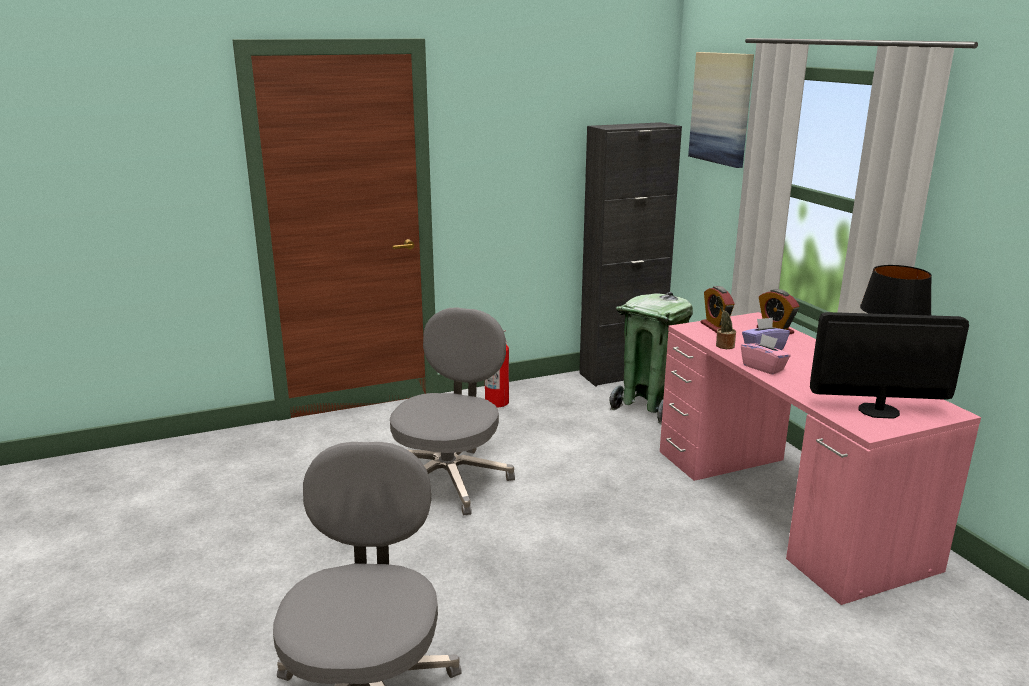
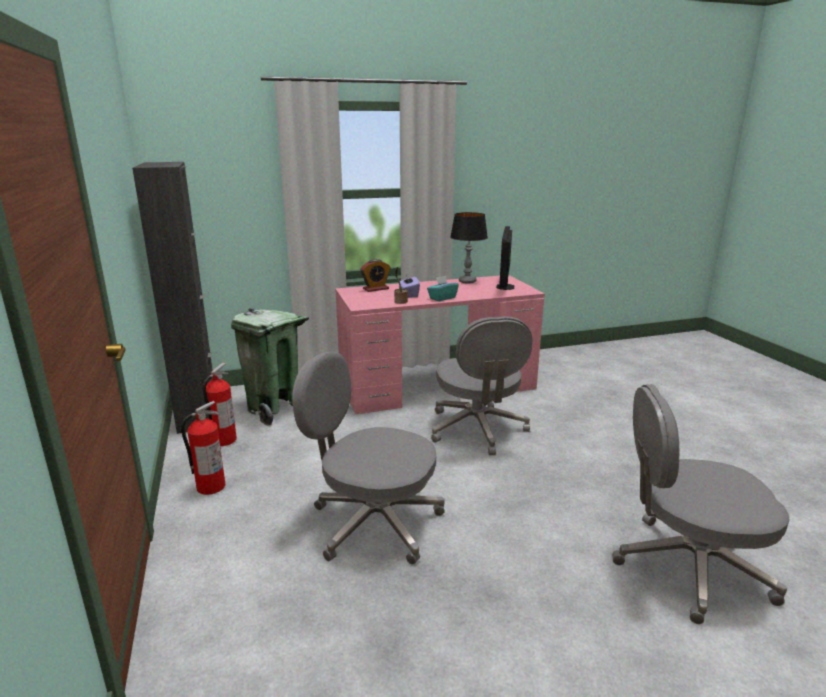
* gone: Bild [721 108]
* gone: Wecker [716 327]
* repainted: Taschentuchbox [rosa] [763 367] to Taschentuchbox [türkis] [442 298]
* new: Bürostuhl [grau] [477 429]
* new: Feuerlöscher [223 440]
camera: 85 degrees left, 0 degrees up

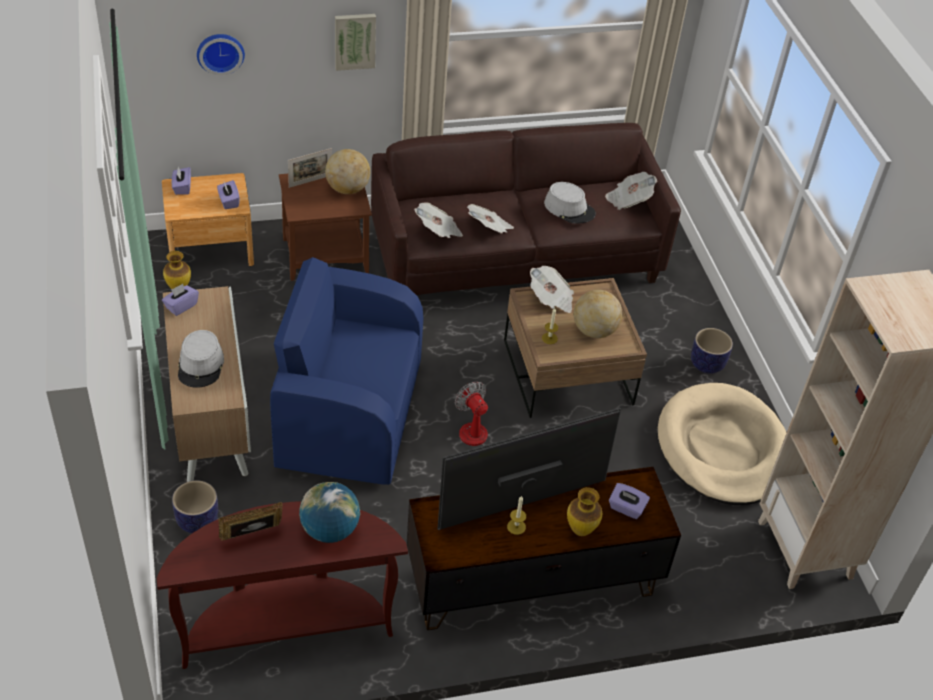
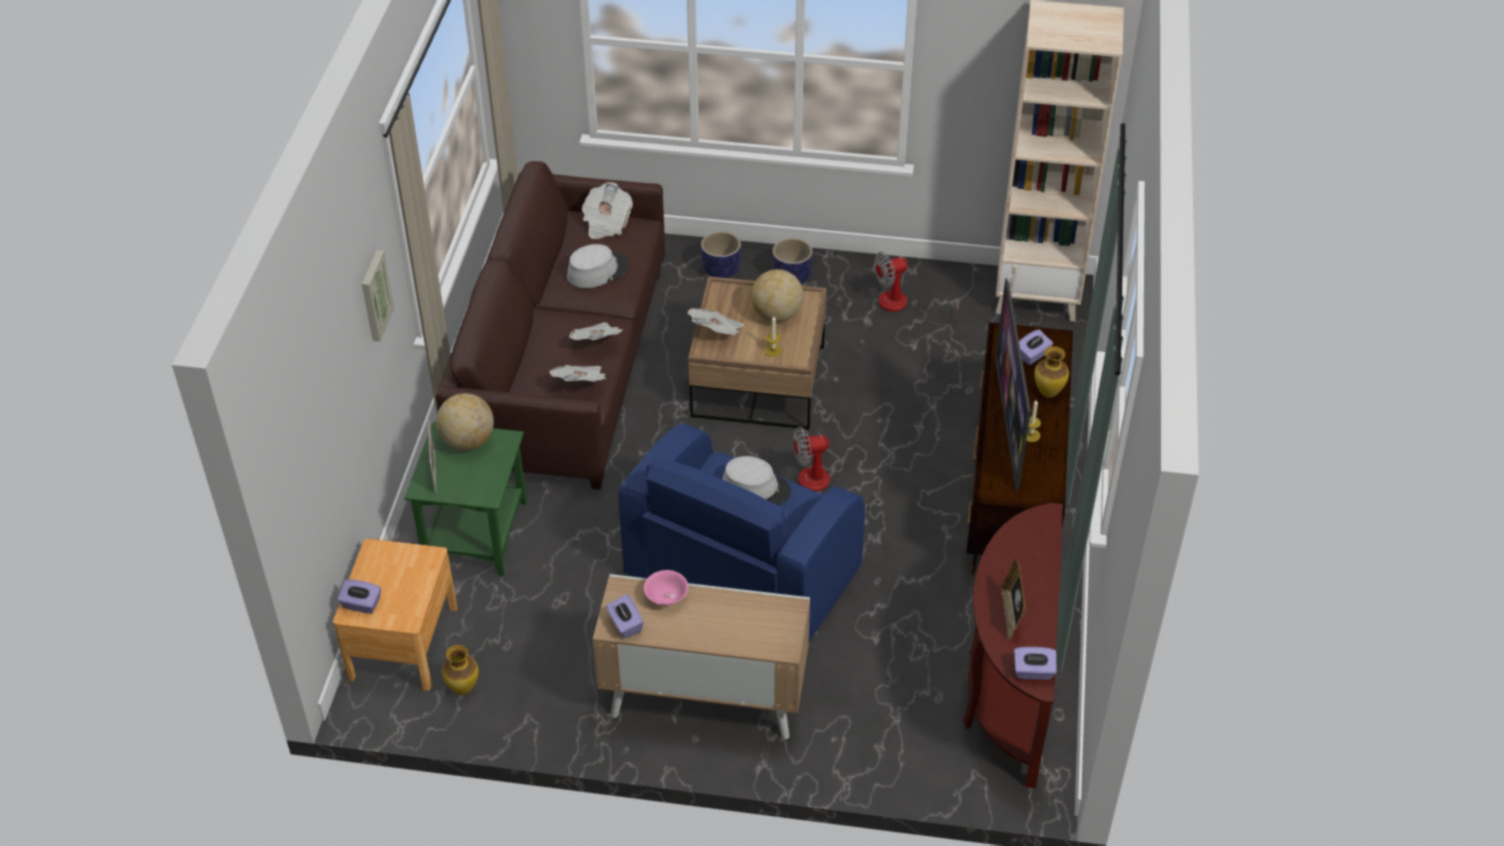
* gone: Wanduhr [220 52]
* repainted: Beistelltisch [braun] [325 254] to Beistelltisch [grün] [474 533]
* shifted: Taschentuchbox [lila] [228 201] to [1033 672]
* shifted: Hut [grau] [201 365] to [756 488]
* swapped: Hundebett [beige] [722 448] to Ventilator [903 305]
* shifted: Pflanzkübel [197 521] to [720 271]
* gone: Globus [330 530]
* new: Schüssel [rosa] [666 597]
camera: 65 degrees left, 0 degrees up

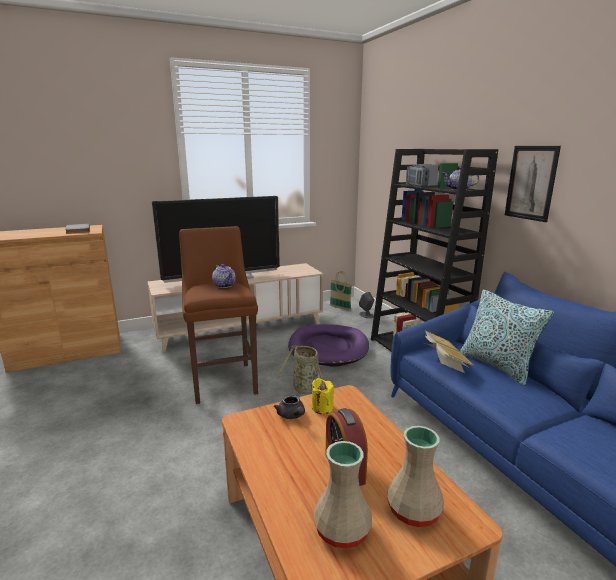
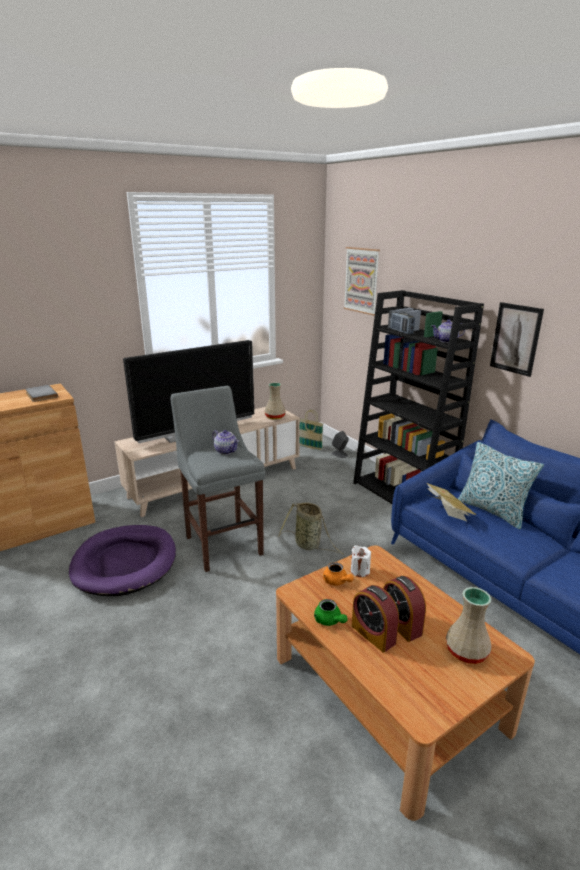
* repainted: Hocker [braun] [224 380] to Hocker [grau] [222 543]
* shifted: Hundebett [lila] [328 348] to [125 563]
* repainted: Kerze [gelb] [322 408] to Kerze [weiß] [360 571]
* repainted: Teekanne [grau] [292 416] to Teekanne [orange] [337 581]
* shifted: Vase [beige] [342 531] to [275 417]
* new: Bild [361 280]
* new: Wecker [373 634]
* new: Teekanne [grün] [329 621]
camera: 10 degrees left, 5 degrees up

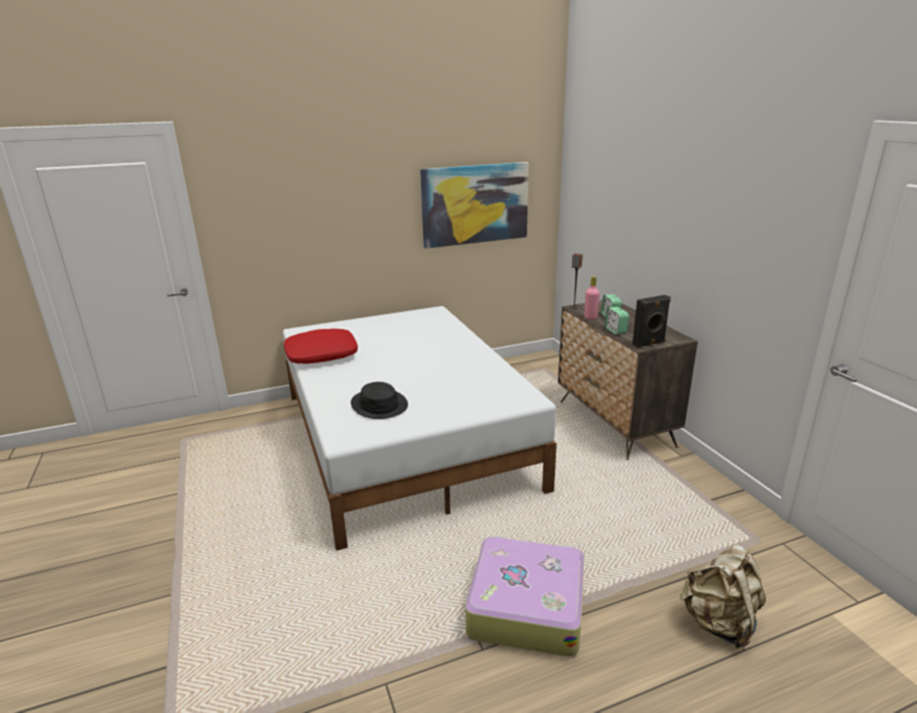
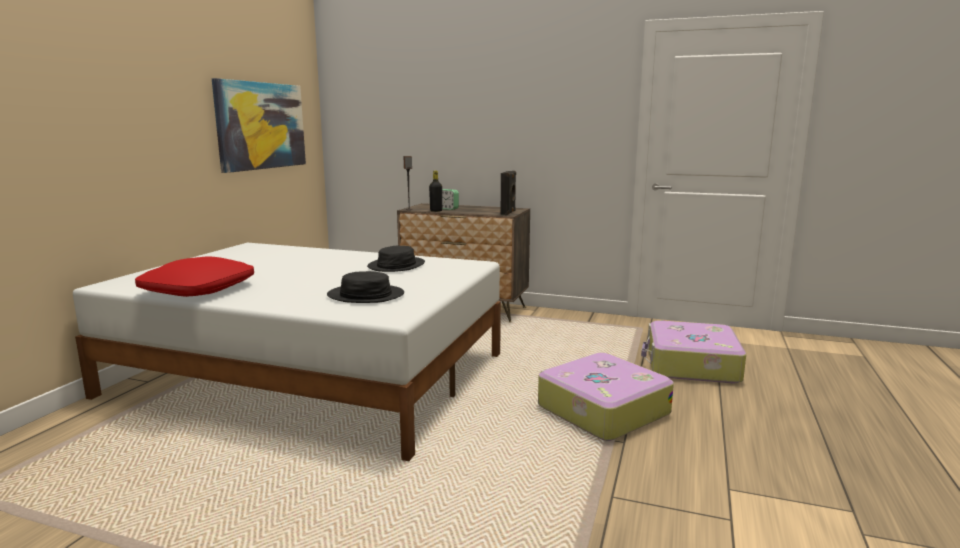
* repainted: Flasche [rosa] [590 318] to Flasche [schwarz] [436 211]
* gone: Wecker [615 331]
* swapped: Rucksack [beige] [719 623] to Koffer [690 365]
* new: Hut [schwarz] [396 265]
camera: 50 degrees left, 10 degrees down

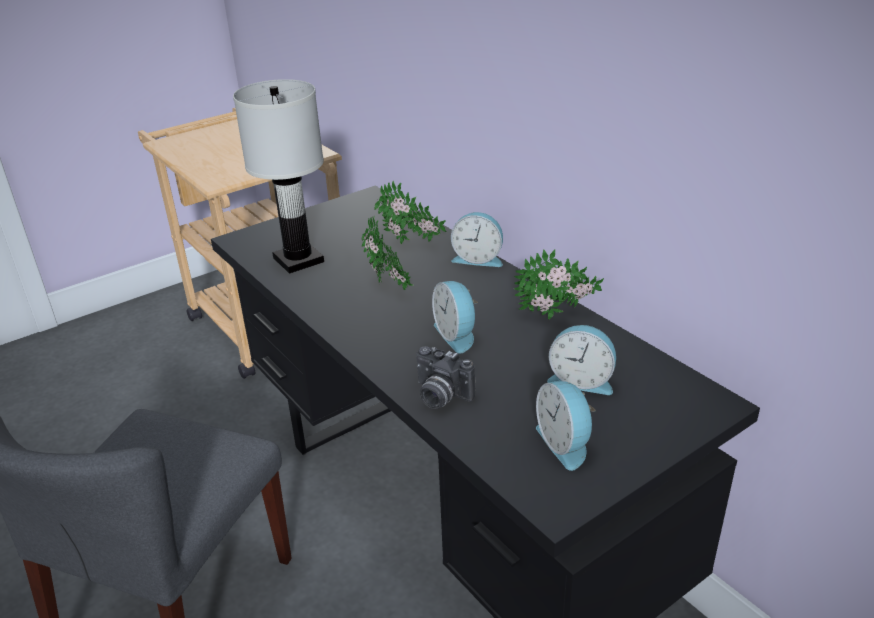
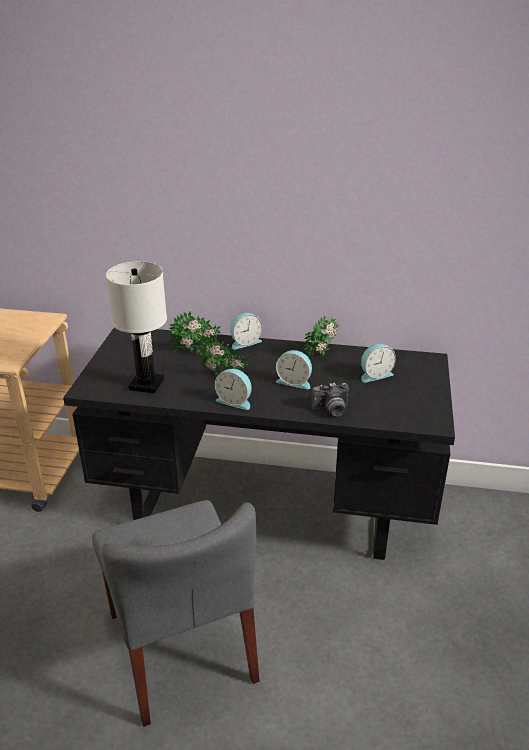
* shifted: Wecker [565 443] to [235 401]
camera: 45 degrees left, 0 degrees up

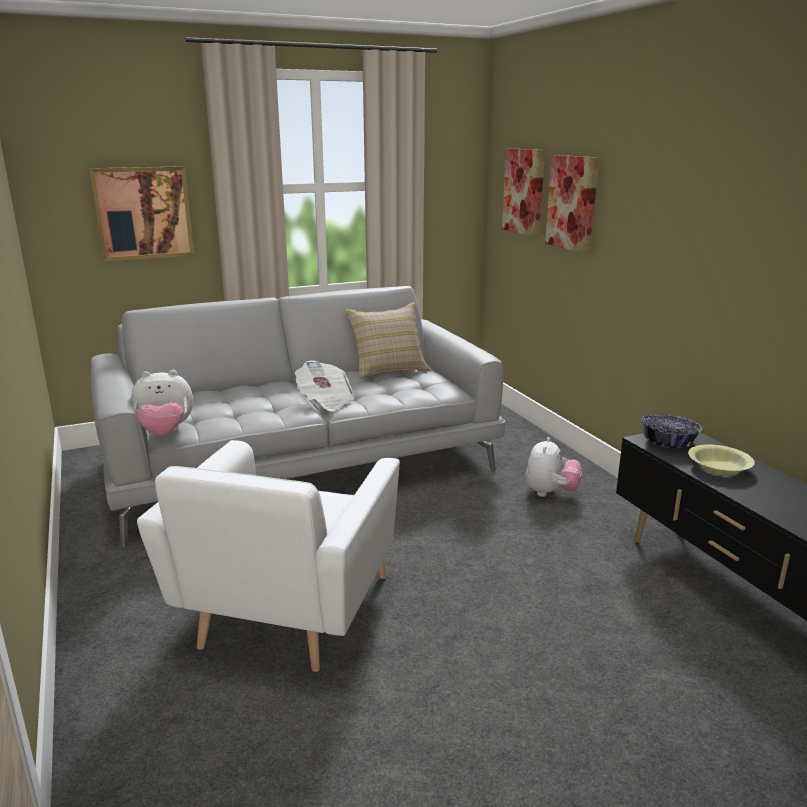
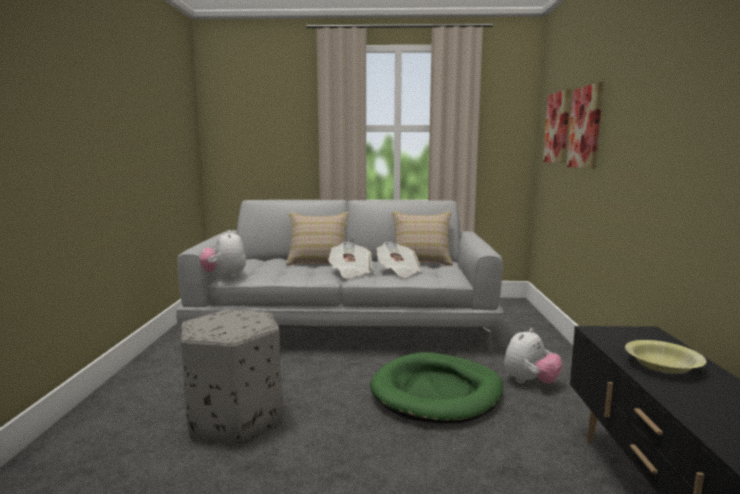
* gone: Bild [143 213]
* rotated: Plüschtier [165 432] = [225 276] 60 degrees clockwise
* gone: Schüssel [669 441]
* swapped: Sessel [weiß] [286 612] to Polsterhocker [grau] [234 418]
* new: Kissen [beige] [318 263]
* new: Zeitung [398 271]
* new: Hundebett [grün] [437 392]
camera: 25 degrees right, 10 degrees down

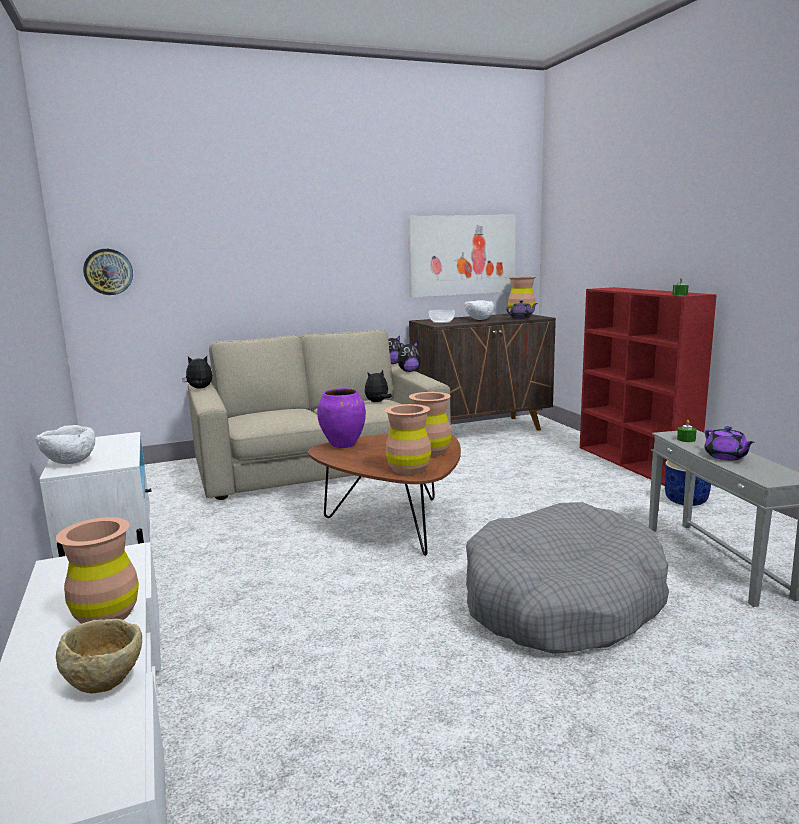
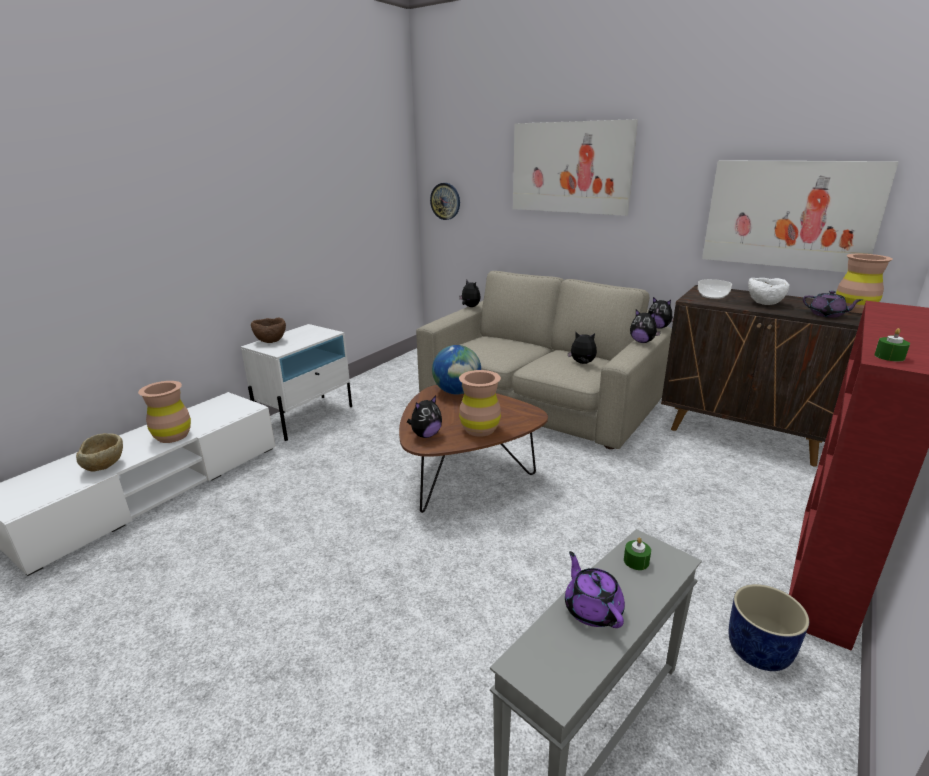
* swapped: Vase [lila] [343 444] to Globus [457 392]
* swapped: Vase [braun] [408 469] to Plüschtier [426 435]
* repainted: Schüssel [weiß] [69 462] to Schüssel [braun] [271 341]
* rotated: Teekanne [lila] [726 457] = [592 609] 120 degrees clockwise
* gone: Hundebett [grau] [561 601]
* new: Bild [570 168]
camera: 55 degrees right, 10 degrees up

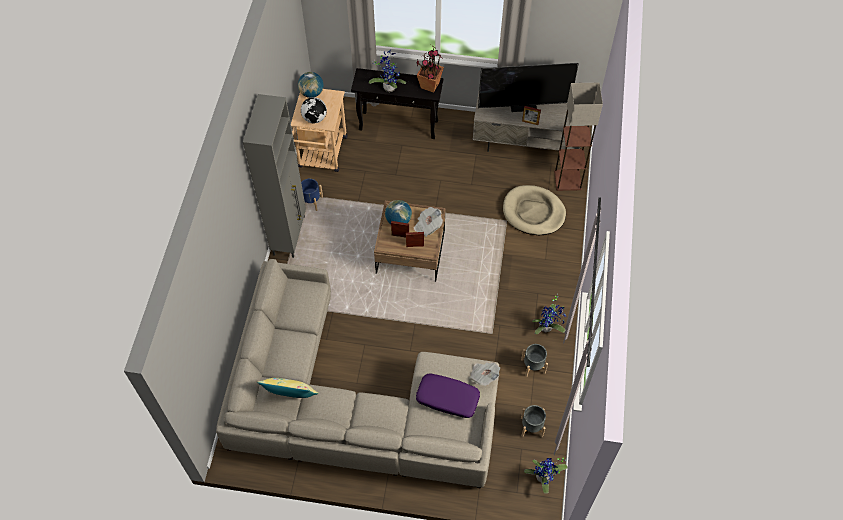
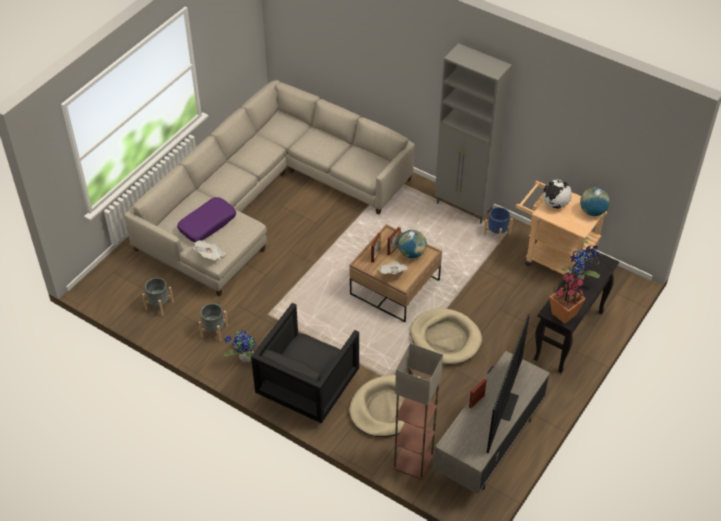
* gone: Kissen [gelb] [291 397]
* gone: Topfpflanze [543 479]
* new: Sessel [schwarz] [308 385]
* new: Hundebett [beige] [445 338]
camera: 115 degrees right, 10 degrees down

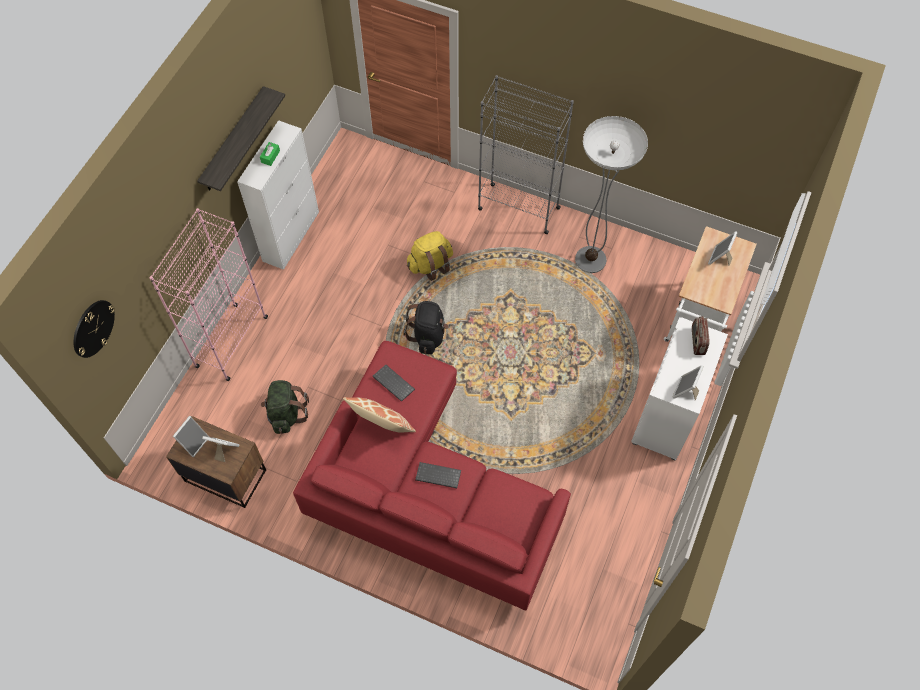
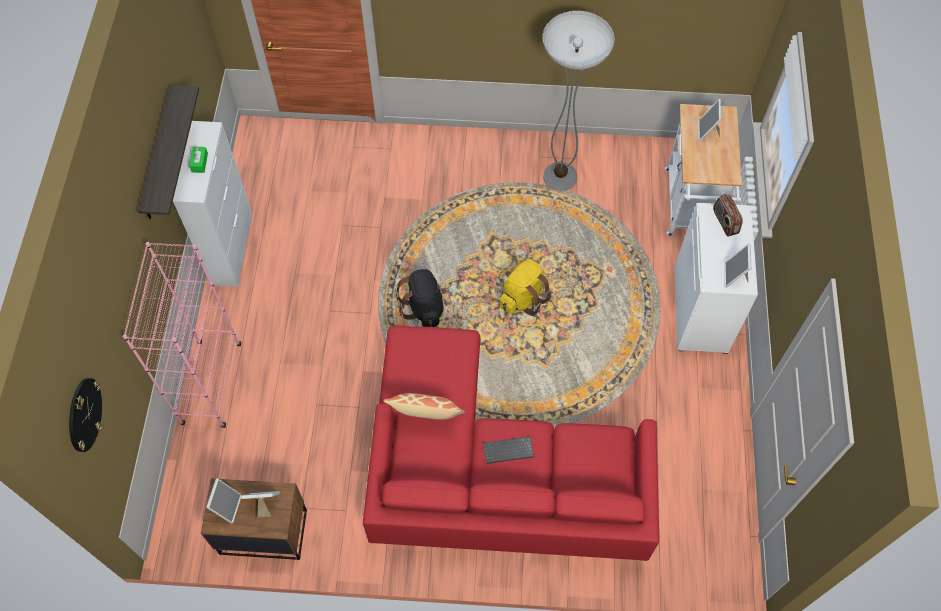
* gone: Bücherregal [grau] [518 208]
* shifted: Rucksack [gelb] [430 265] to [522 298]
* gone: Tastatur [392 383]
* gone: Rucksack [grün] [286 414]
camera: 20 degrees left, 0 degrees up

